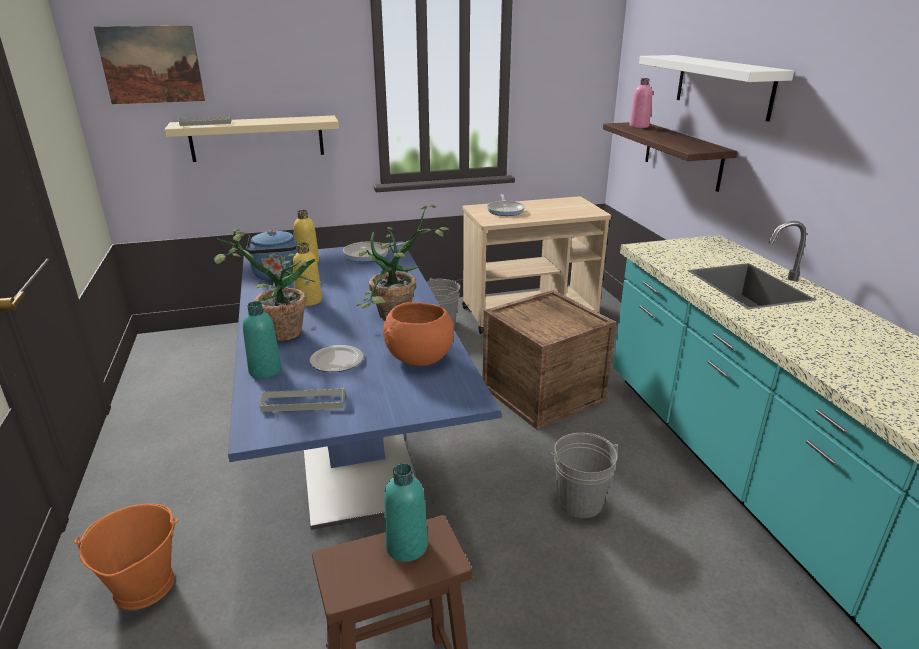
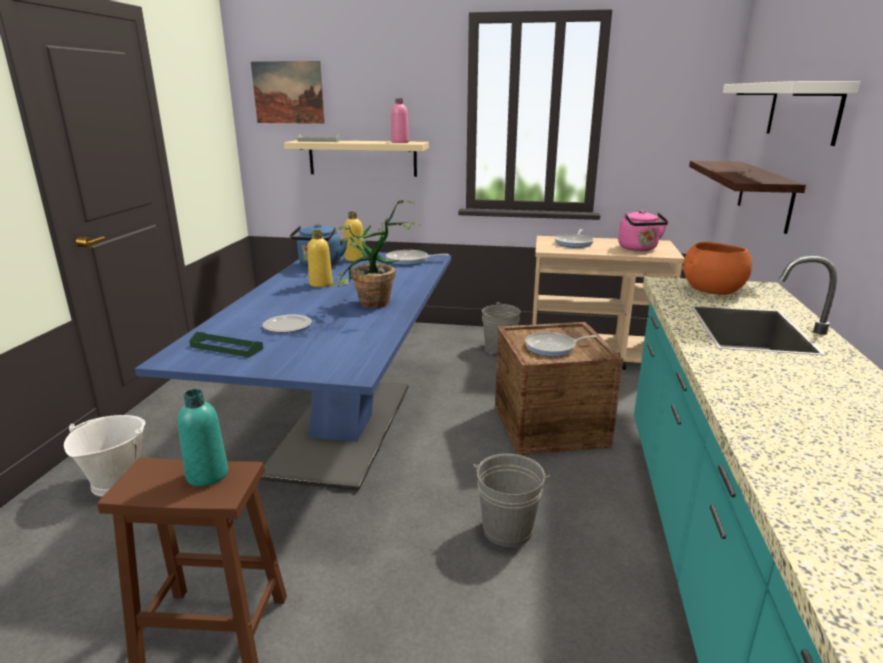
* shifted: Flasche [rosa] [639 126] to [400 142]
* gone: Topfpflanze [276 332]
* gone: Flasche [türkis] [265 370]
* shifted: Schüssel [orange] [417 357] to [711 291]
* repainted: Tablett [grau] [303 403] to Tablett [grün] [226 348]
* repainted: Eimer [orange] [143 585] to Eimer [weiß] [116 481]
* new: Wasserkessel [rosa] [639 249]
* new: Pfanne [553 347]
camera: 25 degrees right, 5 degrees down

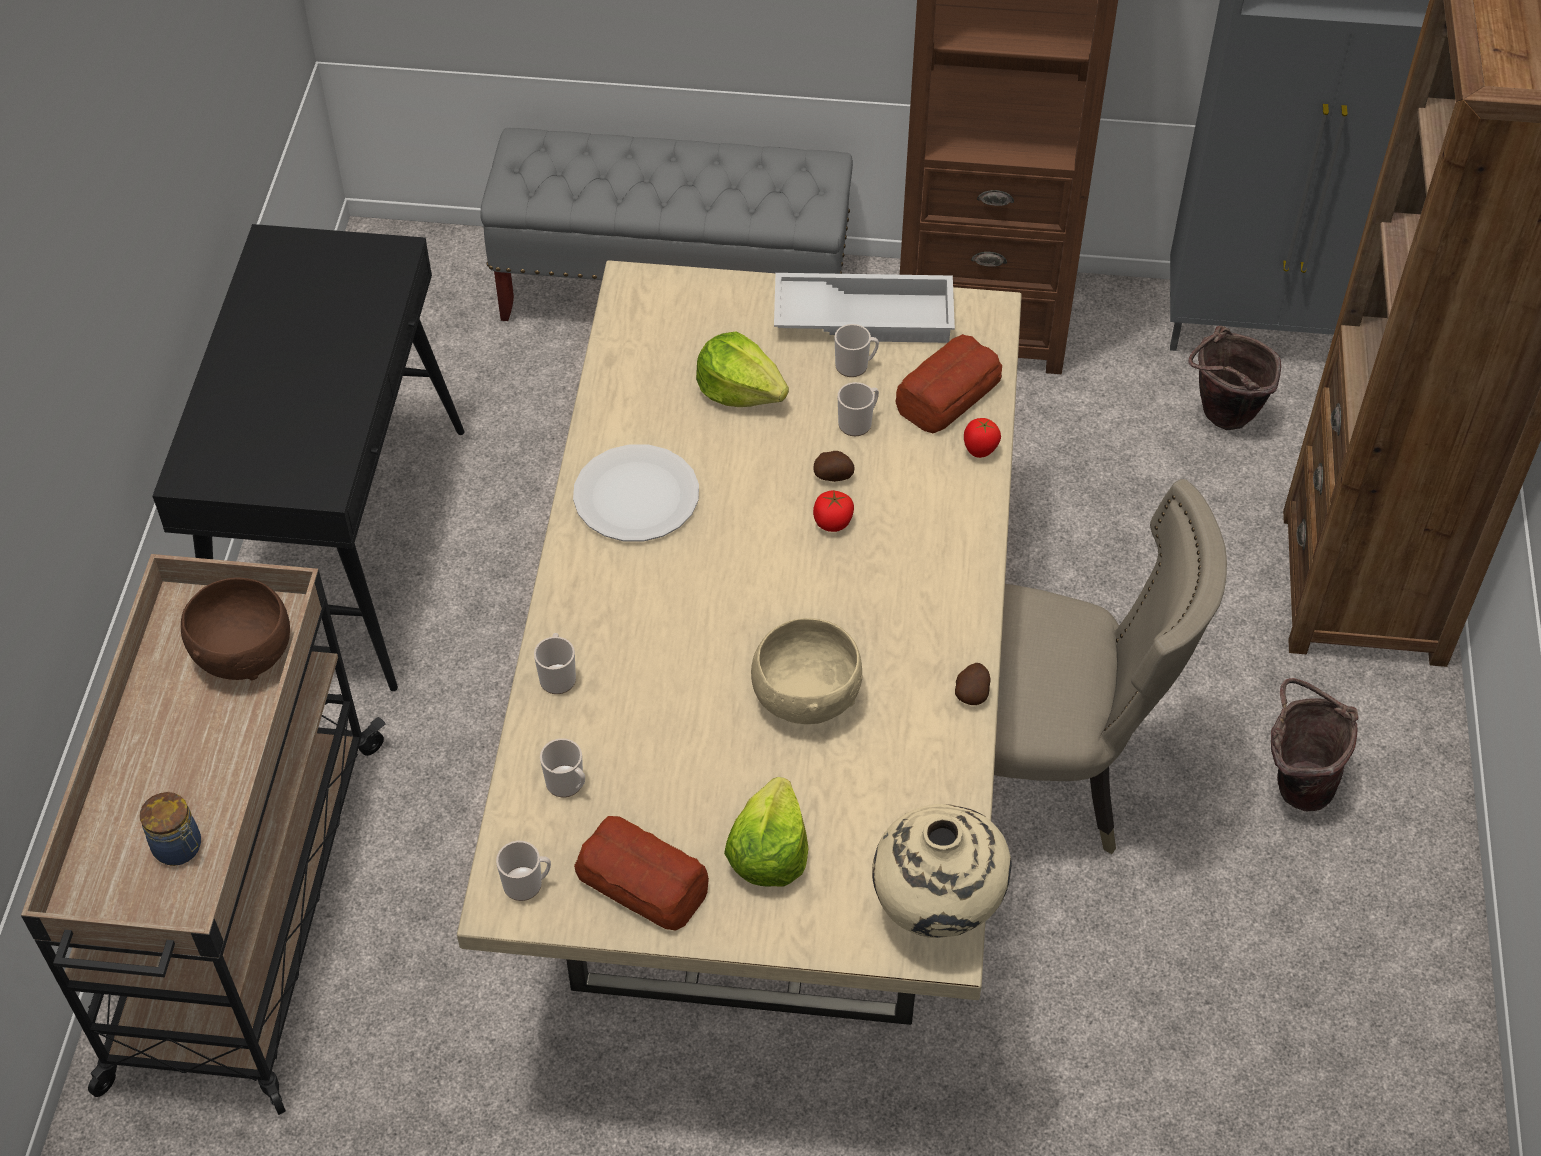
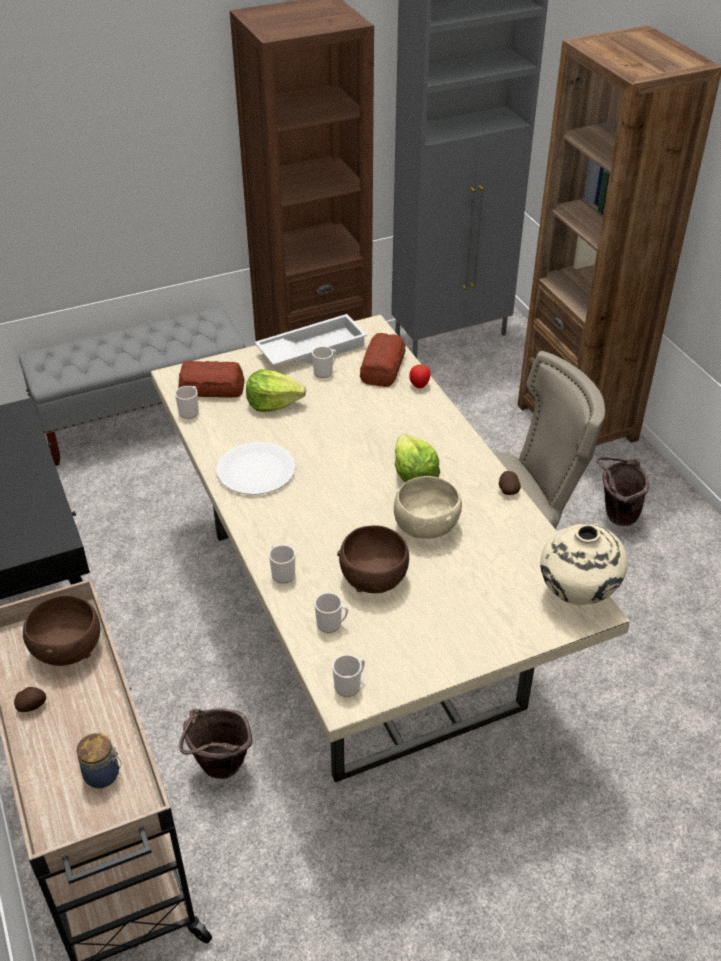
* shifted: Eimer [braun] [1221 419] to [219 771]
* shifted: Henkelbecher [858 422] to [190 411]
* shifted: Kartoffel [833 476] to [32 706]
* gone: Tomate [833 522]
* shifted: Salatkopf [768 852] to [414 474]
* shifted: Brot [643 883] to [212 388]
* new: Schüssel [braun] [373 577]
camera: 30 degrees left, 10 degrees down

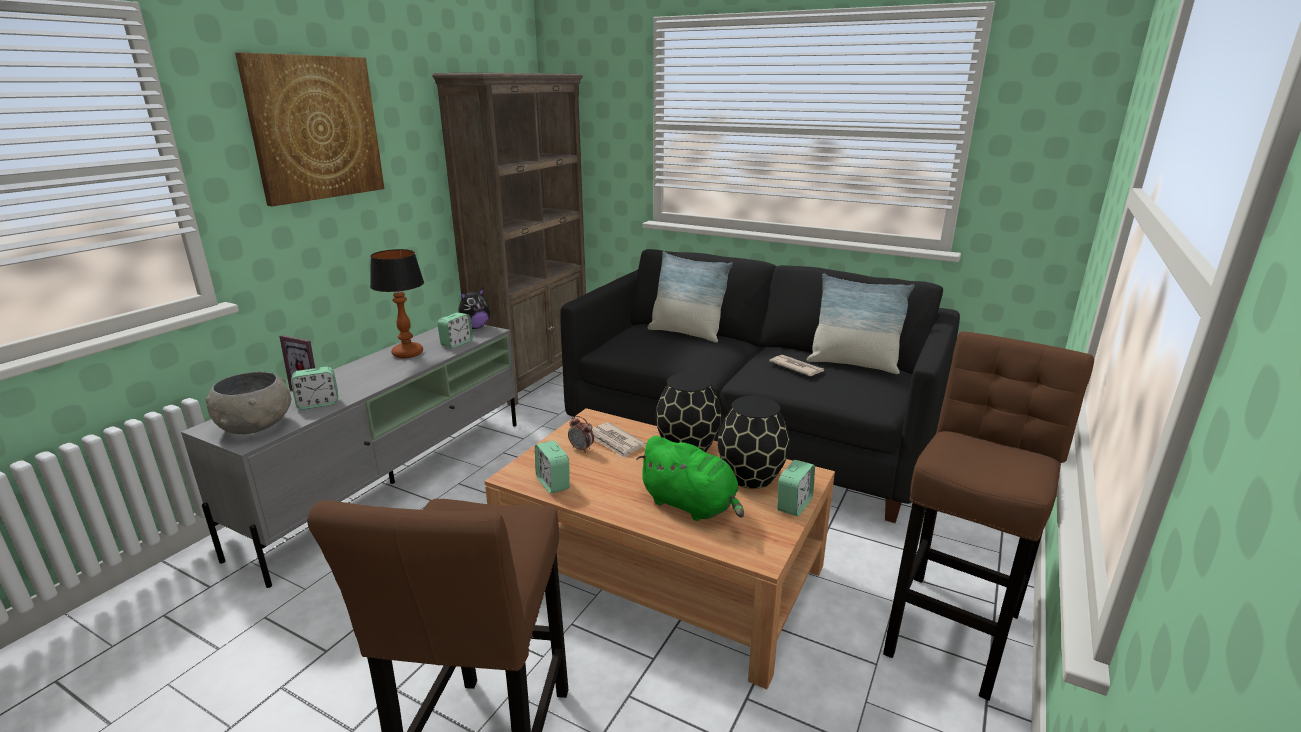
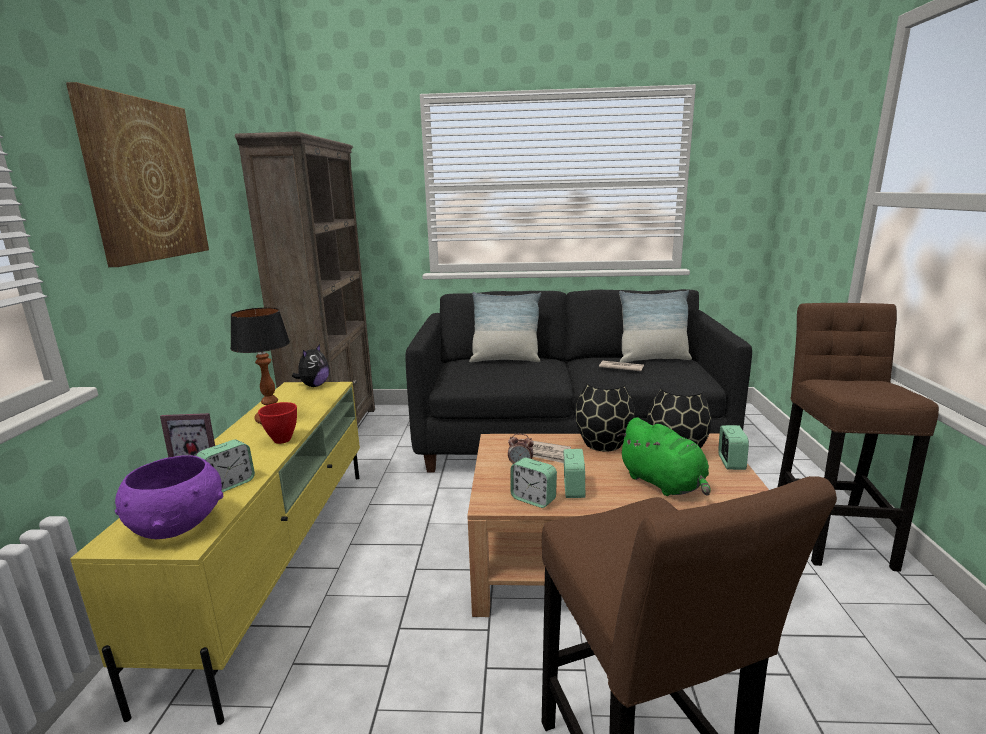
* shifted: Wecker [457 343] to [573 489]
* repainted: Fernsehschrank [grau] [394 481] to Fernsehschrank [gelb] [277 562]
* repainted: Schüssel [grau] [256 427] to Schüssel [lila] [178 526]
* rotated: Plüschtier [grün] [691 505] = [664 484] 45 degrees clockwise
* new: Schüssel [rot] [281 440]
camera: 25 degrees left, 5 degrees down

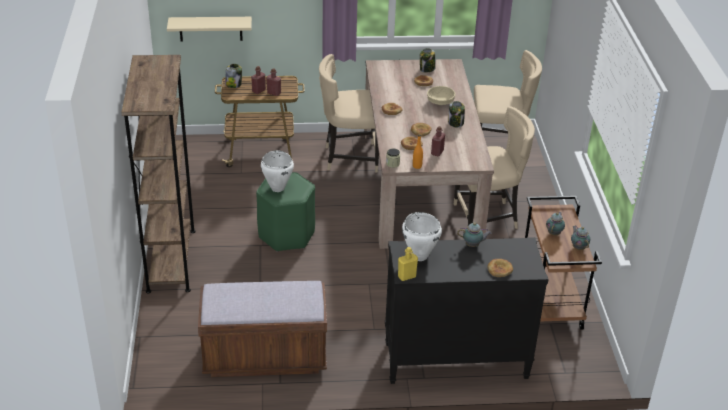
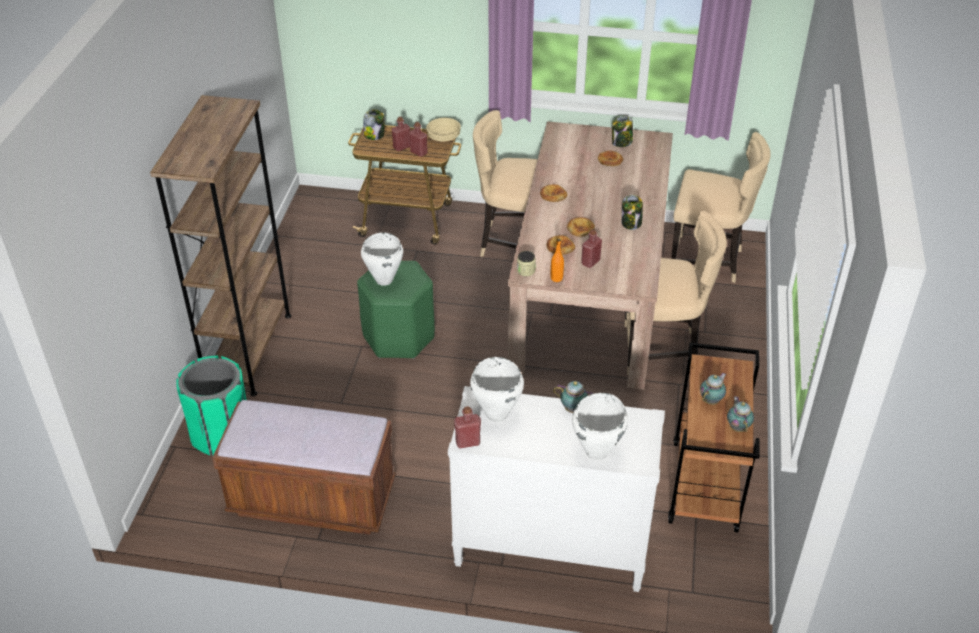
* gone: Wandregal [beige] [210 28]
* shifted: Schüssel [beige] [440 102] to [444 137]
* repainted: Kommode [schwarz] [455 361] to Kommode [weiß] [550 548]
* repainted: Flasche [gelb] [406 276] to Flasche [rot] [467 442]
* swapped: Brot [499 269] to Kochtopf [weiß] [597 452]
* new: Mülleimer [grün] [221 434]
camera: 15 degrees right, 5 degrees up

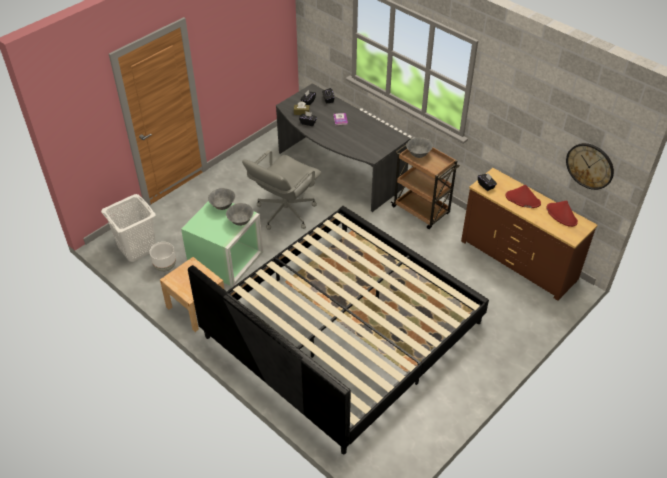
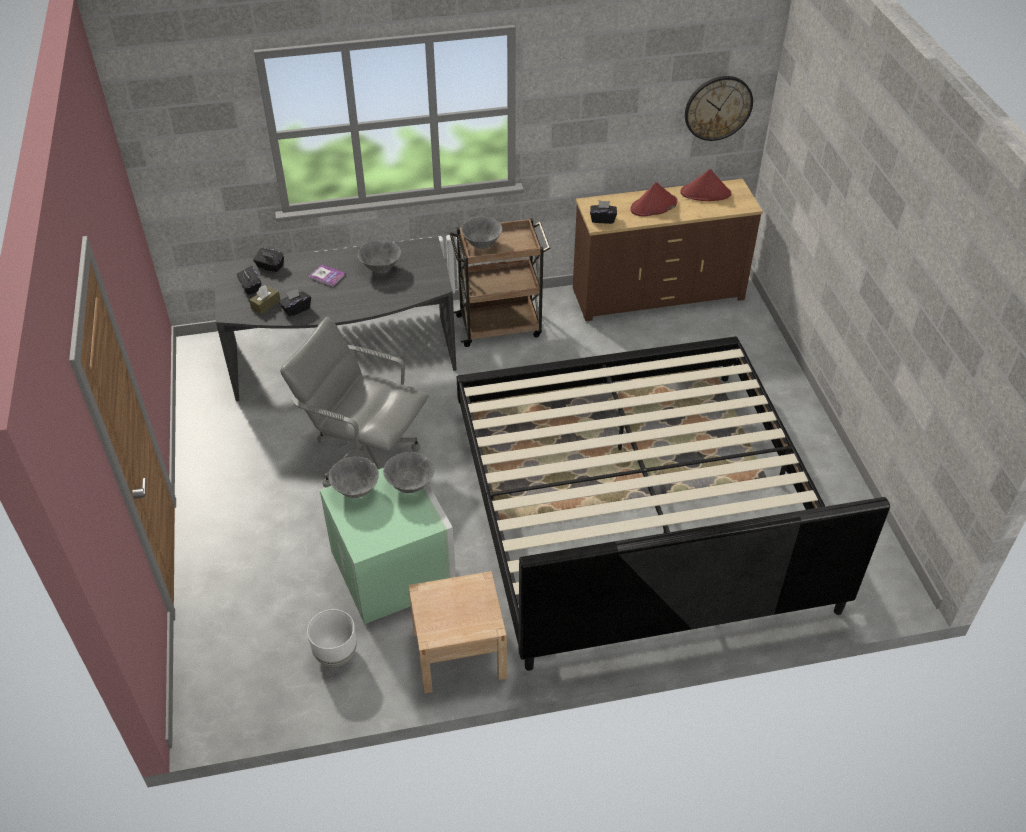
* rotated: Bürostuhl [grau] [285 212] = [365 456] 135 degrees clockwise
* gone: Wäschekorb [weiß] [136 248]
* new: Schüssel [grau] [381 268]
camera: 55 degrees left, 0 degrees up

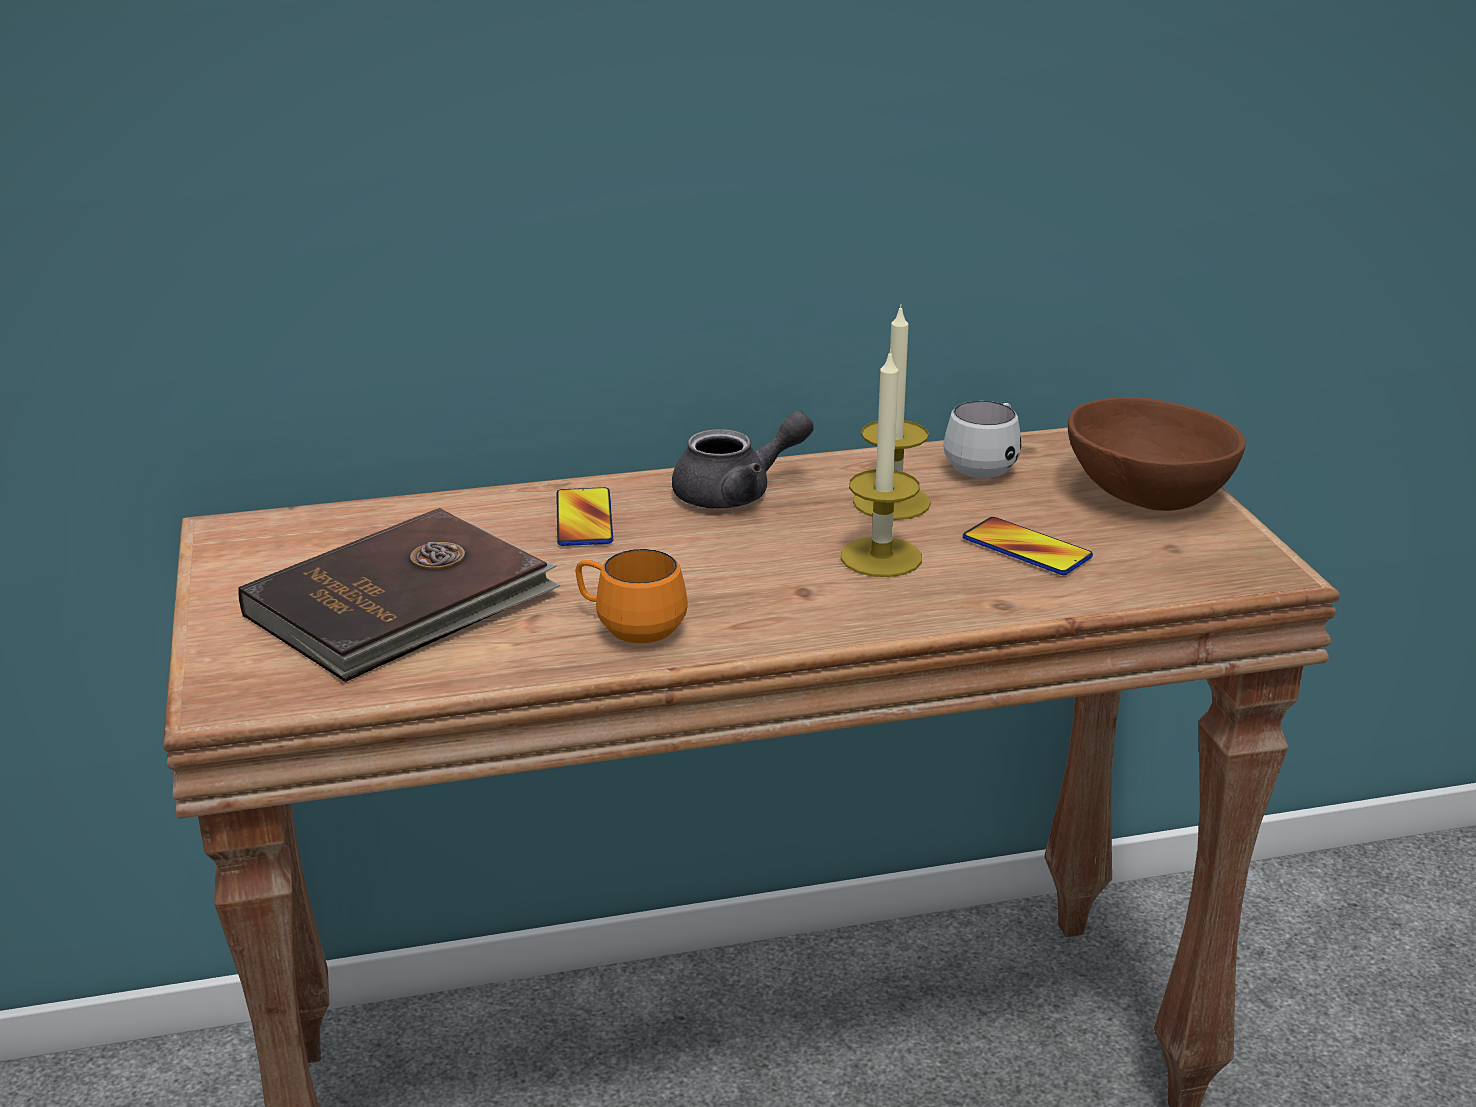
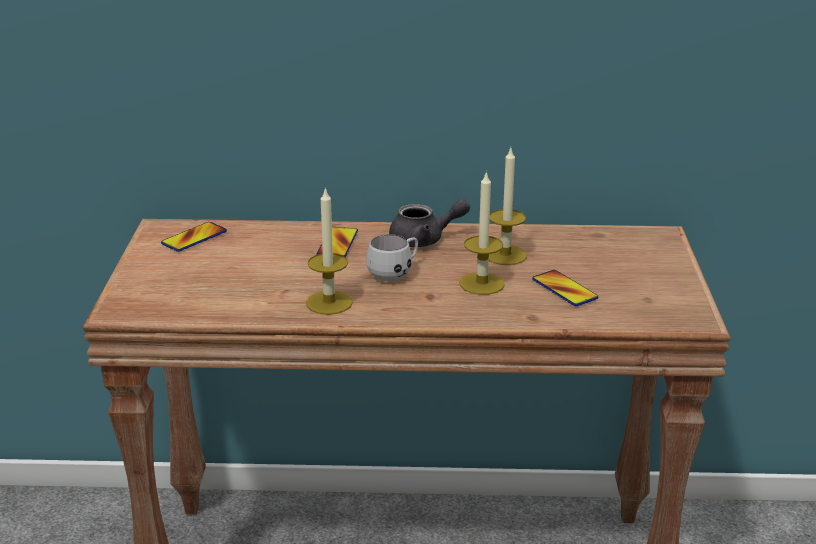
* gone: Schüssel [braun] [1147 495]
* shifted: Henkelbecher [weiß] [986 466] to [395 274]
* gone: Buch [braun] [403 604]
* swapped: Henkelbecher [orange] [628 628] to Kerze [329 302]
* new: Handy [194 238]
camera: 15 degrees right, 0 degrees up

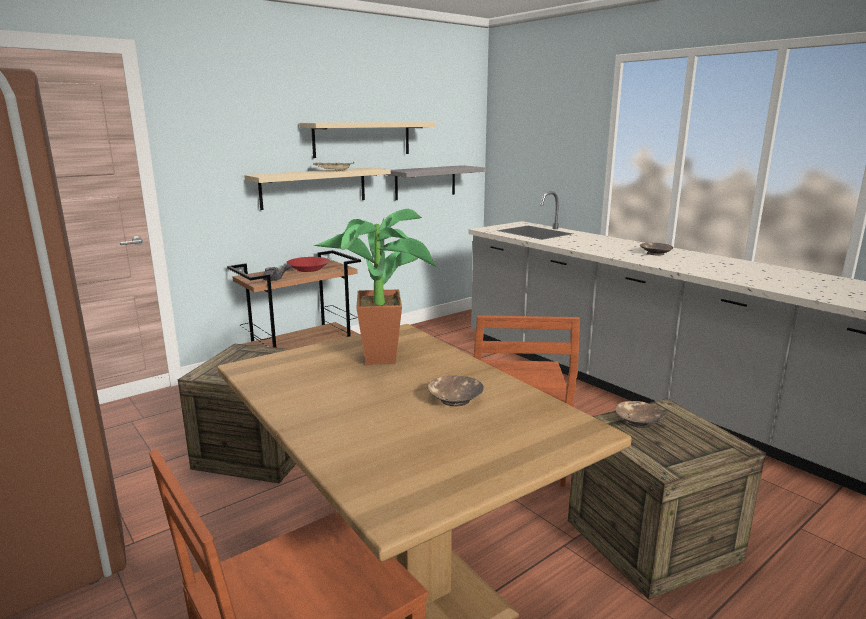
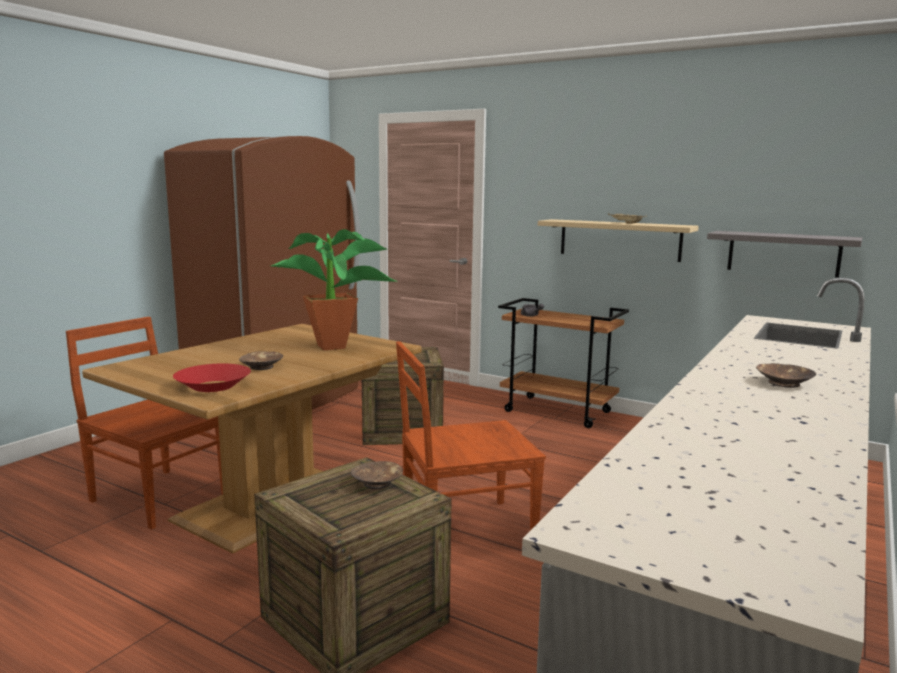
* gone: Wandregal [beige] [362 139]
* shifted: Schüssel [rot] [308 269] to [213 386]
camera: 70 degrees right, 5 degrees down

